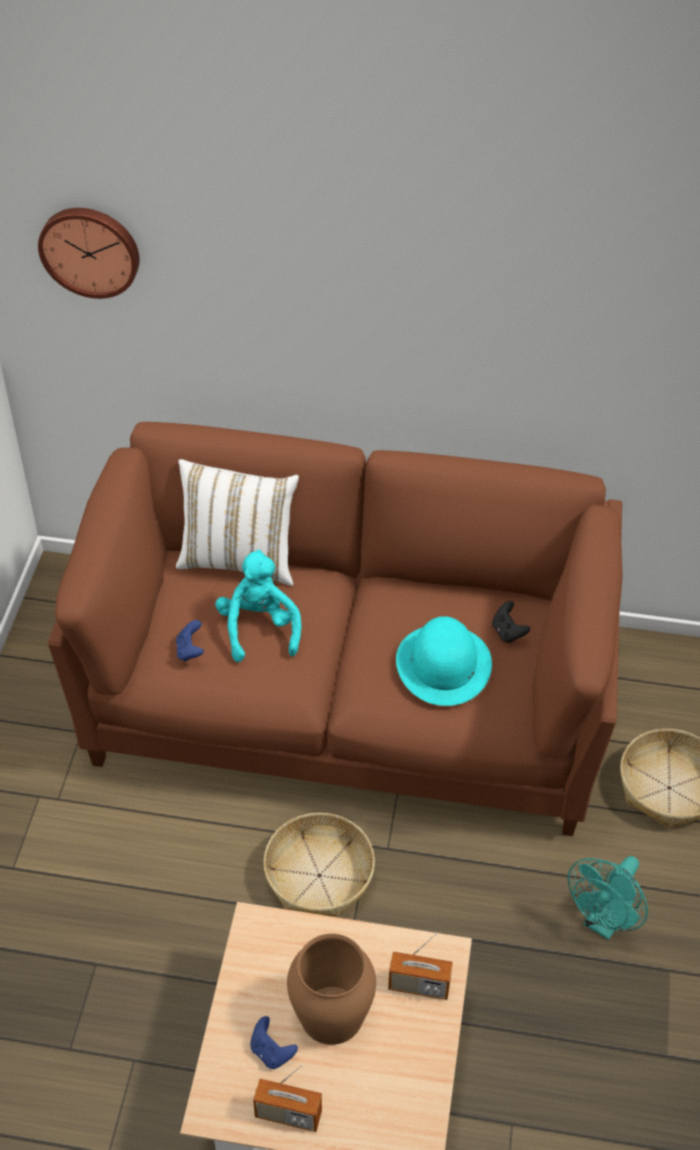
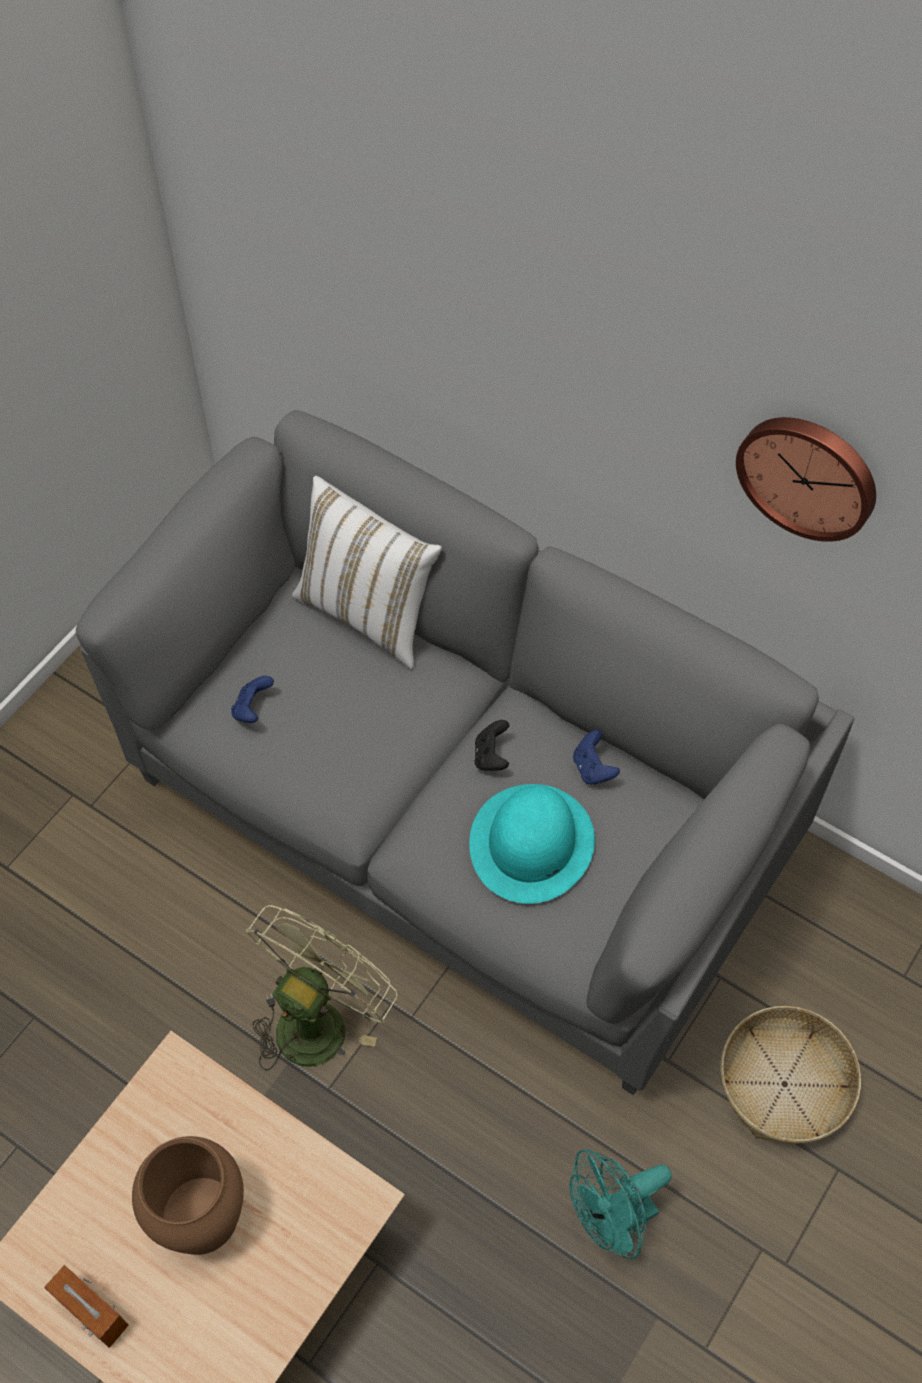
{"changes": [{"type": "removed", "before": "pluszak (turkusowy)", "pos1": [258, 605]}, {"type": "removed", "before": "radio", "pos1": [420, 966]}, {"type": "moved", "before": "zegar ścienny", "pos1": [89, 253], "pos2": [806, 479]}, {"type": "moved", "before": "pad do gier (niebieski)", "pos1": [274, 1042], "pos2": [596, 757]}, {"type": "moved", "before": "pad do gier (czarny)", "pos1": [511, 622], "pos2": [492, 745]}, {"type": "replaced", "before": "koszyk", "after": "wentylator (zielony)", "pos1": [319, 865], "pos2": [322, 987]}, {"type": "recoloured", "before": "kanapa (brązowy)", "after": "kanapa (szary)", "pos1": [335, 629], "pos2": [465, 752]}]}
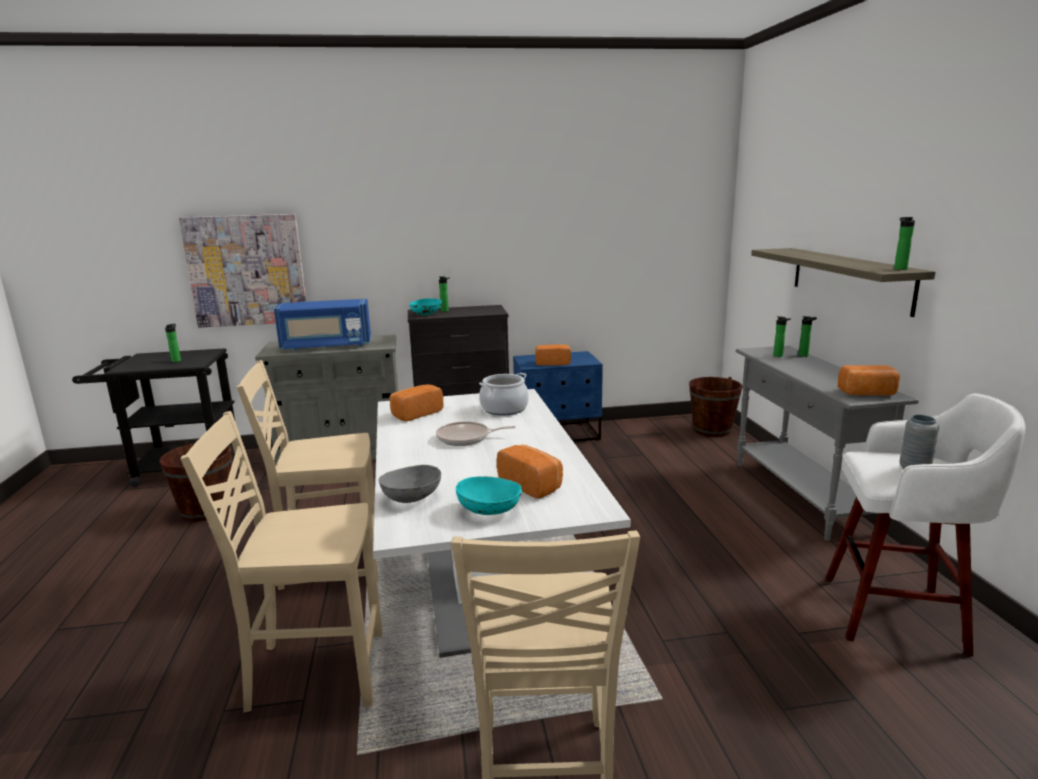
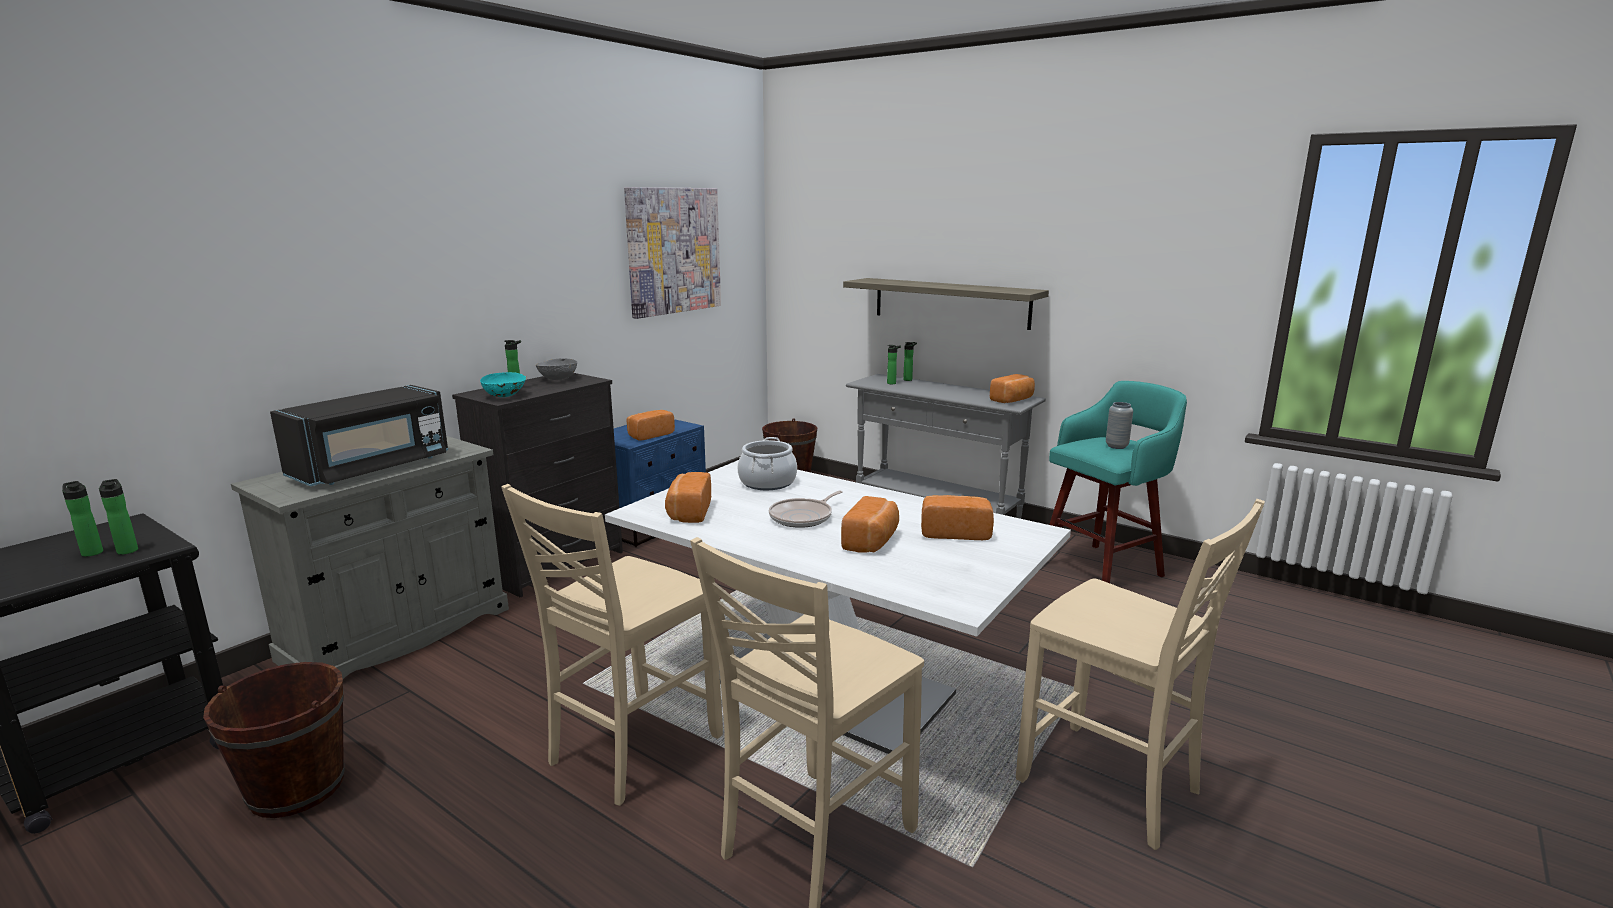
{"changes": [{"type": "removed", "before": "miska (turkusowy)", "pos1": [489, 495]}, {"type": "added", "after": "chleb", "pos2": [870, 524]}, {"type": "moved", "before": "obraz", "pos1": [243, 271], "pos2": [672, 253]}, {"type": "moved", "before": "miska (szary)", "pos1": [409, 484], "pos2": [556, 369]}, {"type": "moved", "before": "butelka", "pos1": [904, 243], "pos2": [118, 517]}, {"type": "recoloured", "before": "mikrofalówka (niebieski)", "after": "mikrofalówka (czarny)", "pos1": [322, 325], "pos2": [359, 436]}, {"type": "recoloured", "before": "stołek (biały)", "after": "stołek (turkusowy)", "pos1": [925, 525], "pos2": [1118, 482]}]}
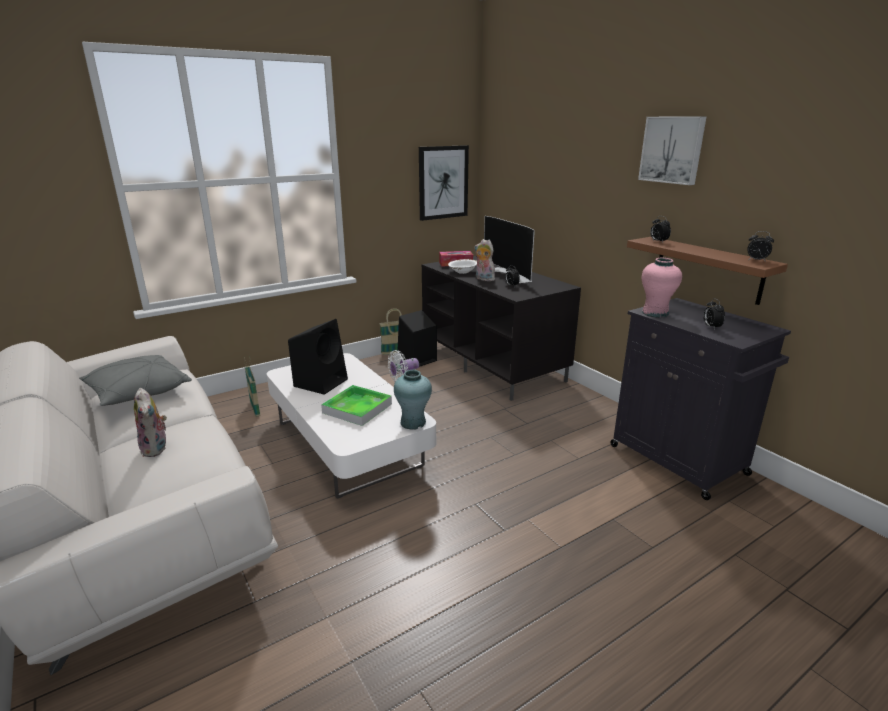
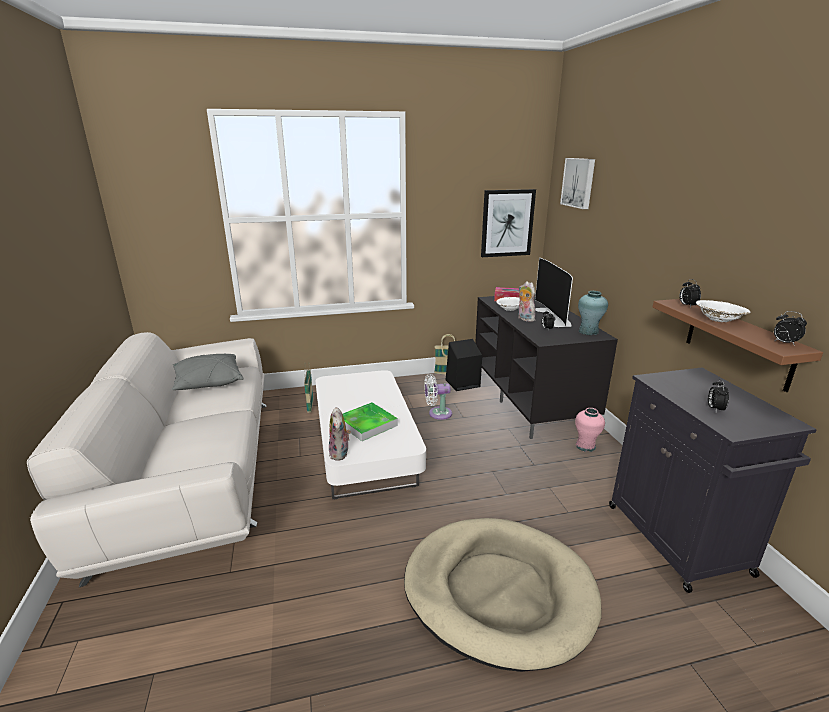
{"changes": [{"type": "removed", "before": "głośnik (czarny)", "pos1": [318, 357]}, {"type": "added", "after": "legowisko (beżowy)", "pos2": [503, 595]}, {"type": "added", "after": "miska (biały)", "pos2": [723, 311]}, {"type": "moved", "before": "pluszak", "pos1": [150, 422], "pos2": [340, 434]}, {"type": "moved", "before": "wazon (turkusowy)", "pos1": [413, 399], "pos2": [593, 313]}, {"type": "moved", "before": "obraz", "pos1": [672, 151], "pos2": [577, 183]}, {"type": "moved", "before": "wazon (różowy)", "pos1": [662, 288], "pos2": [590, 430]}]}
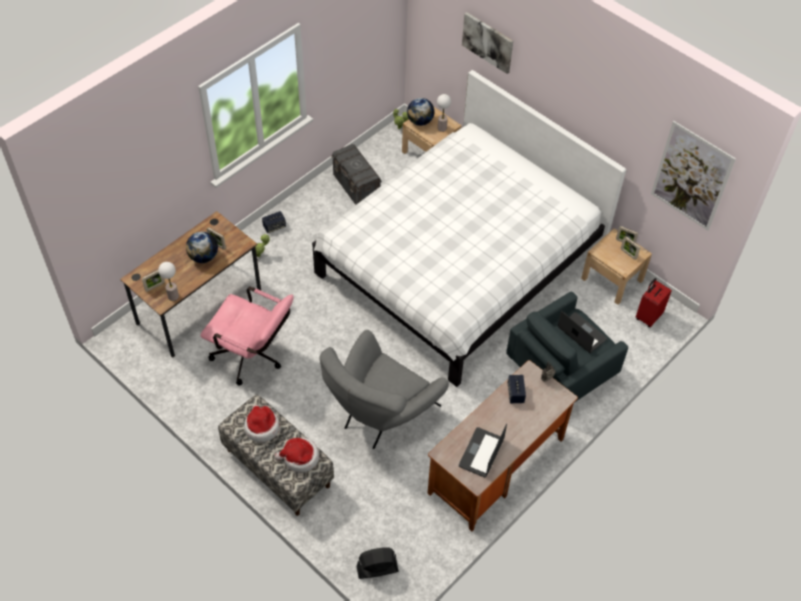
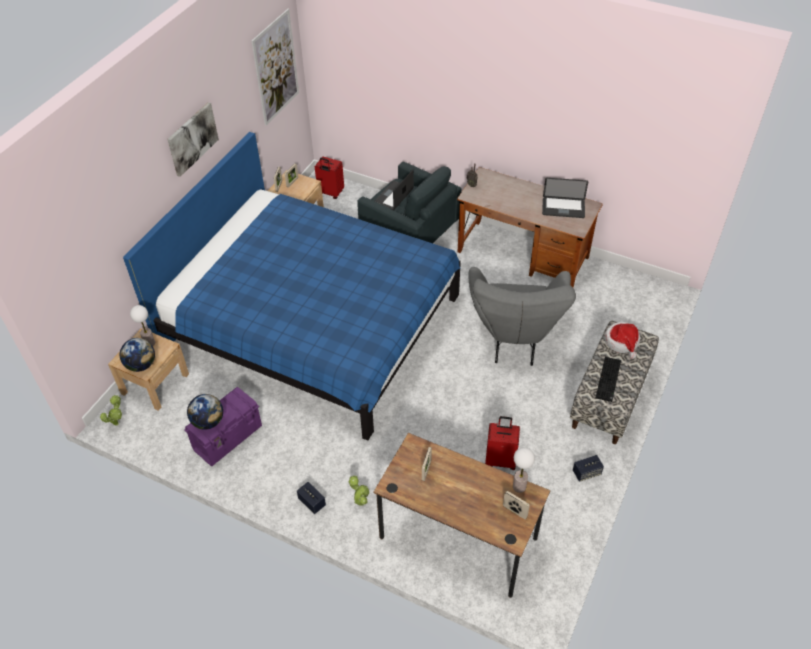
{"changes": [{"type": "removed", "before": "wentylator (czarny)", "pos1": [377, 563]}, {"type": "moved", "before": "globus", "pos1": [202, 247], "pos2": [205, 412]}, {"type": "moved", "before": "obraz", "pos1": [487, 43], "pos2": [193, 139]}, {"type": "moved", "before": "głośnik", "pos1": [517, 389], "pos2": [588, 468]}, {"type": "replaced", "before": "krzesło biurowe (różowy)", "after": "walizka (czerwony)", "pos1": [247, 336], "pos2": [502, 443]}, {"type": "replaced", "before": "kapelusz", "after": "klawiatura", "pos1": [262, 423], "pos2": [608, 379]}, {"type": "recoloured", "before": "łóżko (biały)", "after": "łóżko (niebieski)", "pos1": [469, 228], "pos2": [292, 286]}, {"type": "recoloured", "before": "pojemnik do przechowywania (szary)", "after": "pojemnik do przechowywania (fioletowy)", "pos1": [356, 174], "pos2": [223, 426]}, {"type": "turned", "before": "fotel (szary)", "pos1": [384, 389], "pos2": [522, 316], "turn": 75}]}
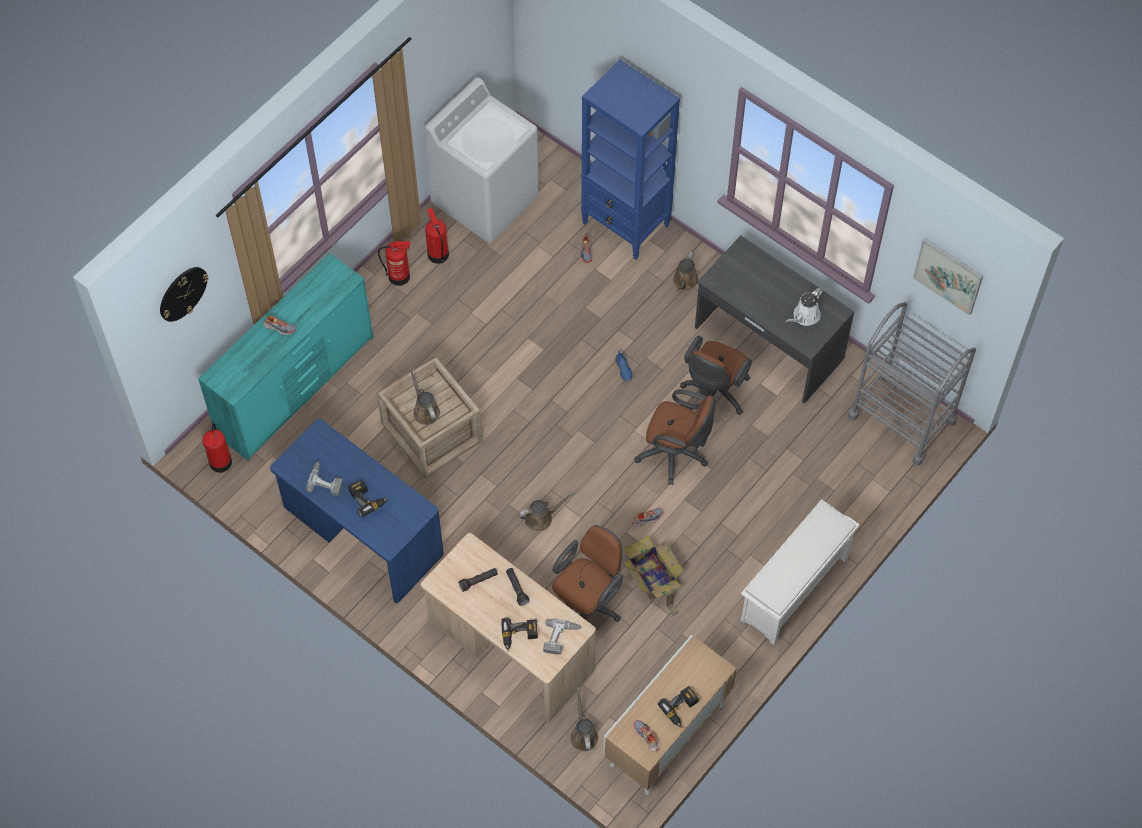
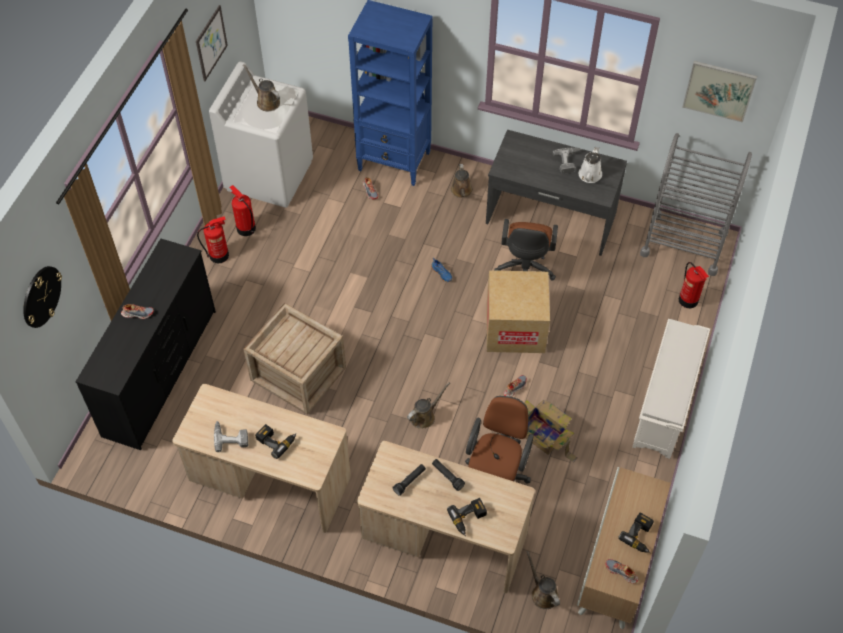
{"changes": [{"type": "added", "after": "obraz", "pos2": [212, 43]}, {"type": "moved", "before": "gaśnica", "pos1": [217, 448], "pos2": [694, 285]}, {"type": "moved", "before": "konewka (brązowy)", "pos1": [424, 395], "pos2": [261, 87]}, {"type": "moved", "before": "wiertarka", "pos1": [562, 637], "pos2": [567, 161]}, {"type": "replaced", "before": "krzesło biurowe (brązowy)", "after": "karton", "pos1": [674, 437], "pos2": [518, 311]}, {"type": "recoloured", "before": "komoda (turkusowy)", "after": "komoda (czarny)", "pos1": [285, 357], "pos2": [146, 344]}, {"type": "recoloured", "before": "biurko (niebieski)", "after": "biurko (beżowy)", "pos1": [357, 511], "pos2": [261, 458]}]}
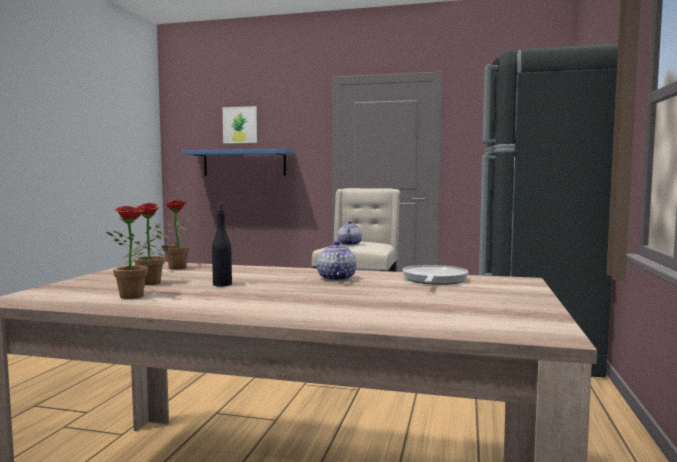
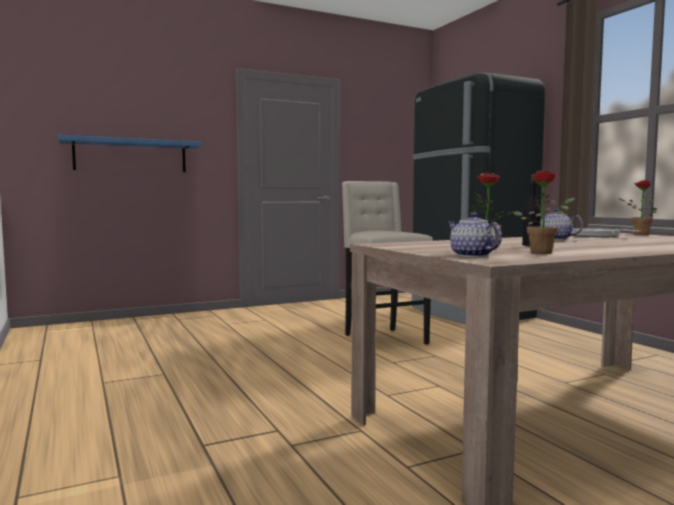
{"changes": [{"type": "removed", "before": "obraz", "pos1": [240, 125]}, {"type": "moved", "before": "roślina doniczkowa", "pos1": [173, 234], "pos2": [637, 207]}, {"type": "moved", "before": "imbryk", "pos1": [350, 233], "pos2": [475, 235]}]}
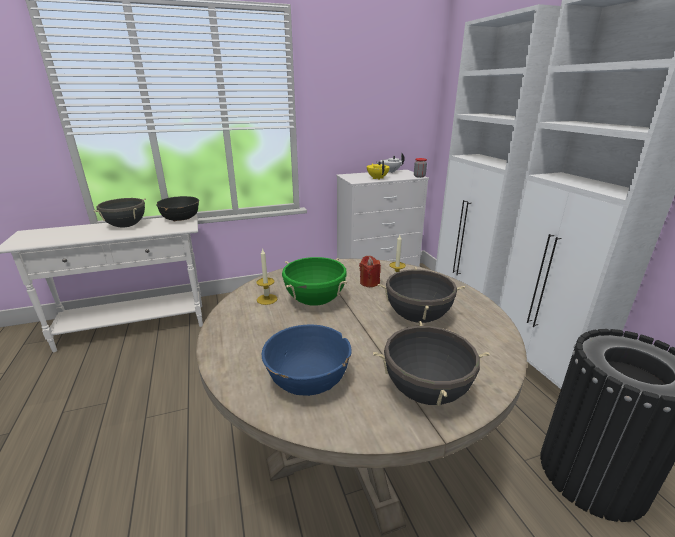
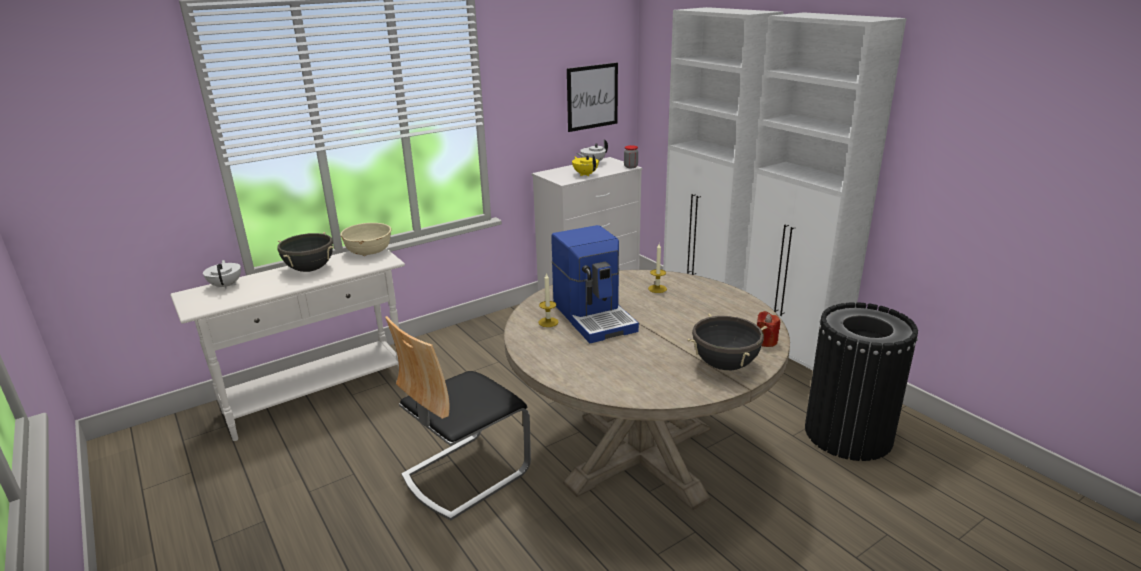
{"changes": [{"type": "removed", "before": "miska (niebieski)", "pos1": [307, 360]}, {"type": "removed", "before": "garnek (czarny)", "pos1": [421, 295]}, {"type": "added", "after": "imbryk (biały)", "pos2": [222, 274]}, {"type": "added", "after": "krzesło", "pos2": [458, 418]}, {"type": "added", "after": "obraz", "pos2": [592, 97]}, {"type": "moved", "before": "świeca (czerwony)", "pos1": [370, 271], "pos2": [768, 329]}, {"type": "replaced", "before": "garnek (zielony)", "after": "ekspres do kawy", "pos1": [315, 281], "pos2": [595, 284]}, {"type": "recoloured", "before": "miska (czarny)", "after": "miska (beżowy)", "pos1": [177, 209], "pos2": [365, 239]}]}
